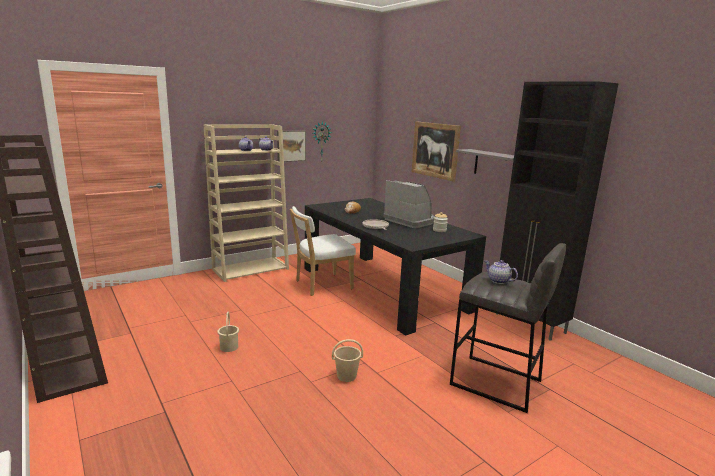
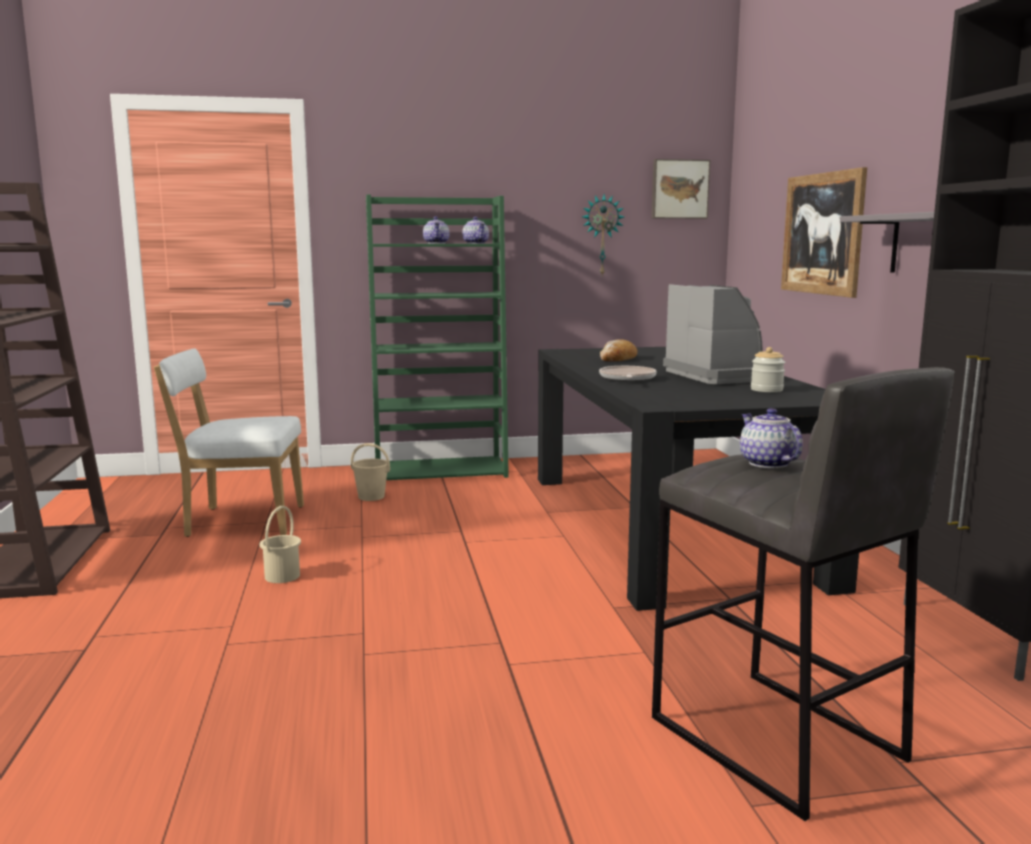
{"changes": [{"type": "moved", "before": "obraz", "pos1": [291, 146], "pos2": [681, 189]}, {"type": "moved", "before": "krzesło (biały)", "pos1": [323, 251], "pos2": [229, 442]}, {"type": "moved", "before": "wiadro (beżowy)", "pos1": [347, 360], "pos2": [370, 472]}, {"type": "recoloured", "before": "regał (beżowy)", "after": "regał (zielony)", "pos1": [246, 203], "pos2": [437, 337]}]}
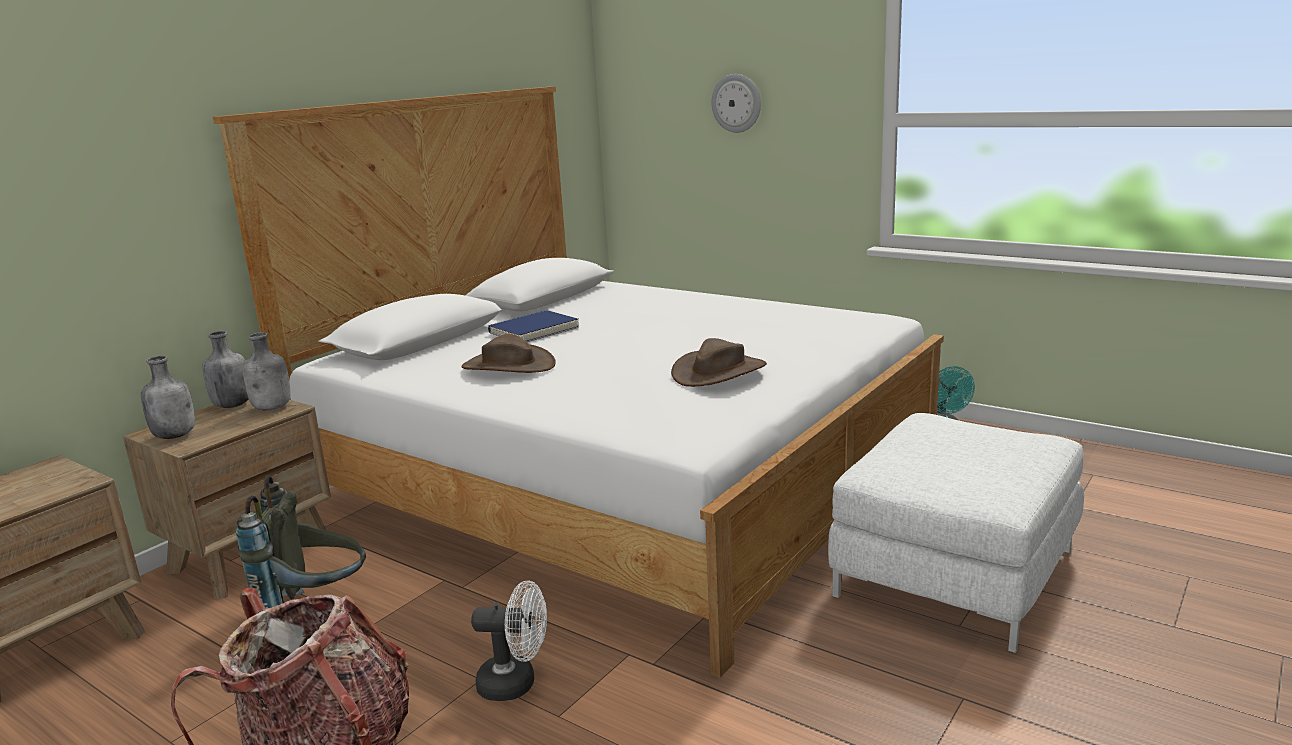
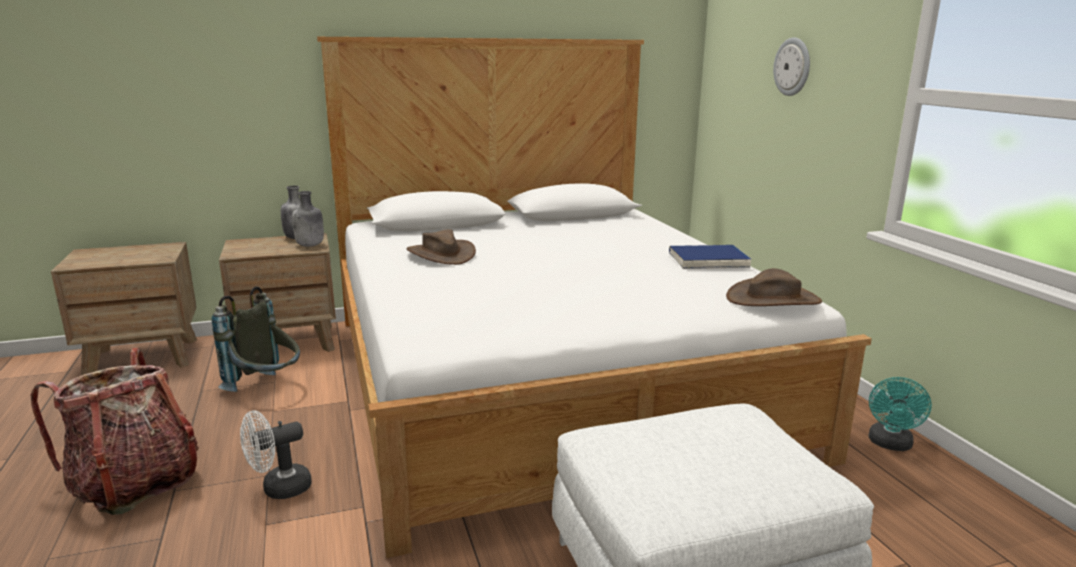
{"changes": [{"type": "removed", "before": "butelka (szary)", "pos1": [168, 397]}, {"type": "moved", "before": "książka (niebieski)", "pos1": [533, 326], "pos2": [710, 257]}, {"type": "moved", "before": "kapelusz (brązowy)", "pos1": [719, 362], "pos2": [774, 287]}, {"type": "turned", "before": "wentylator (biały)", "pos1": [509, 640], "pos2": [276, 454], "turn": 105}]}
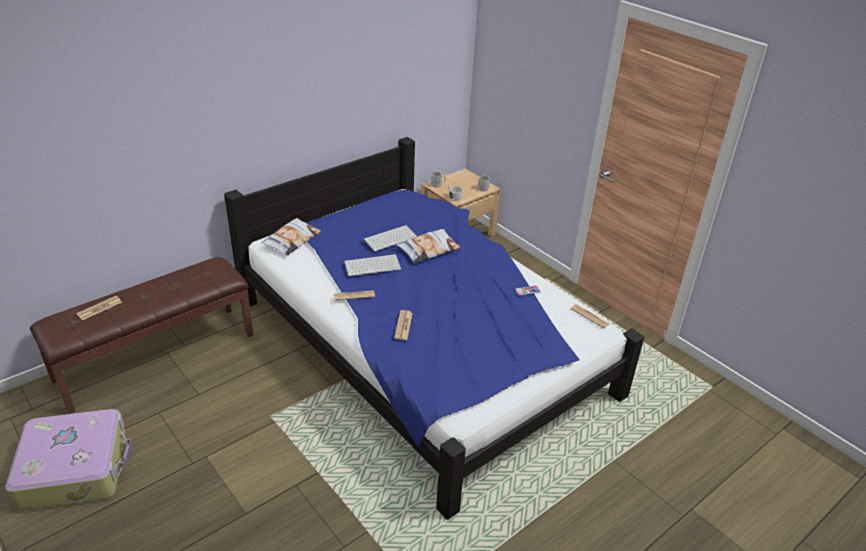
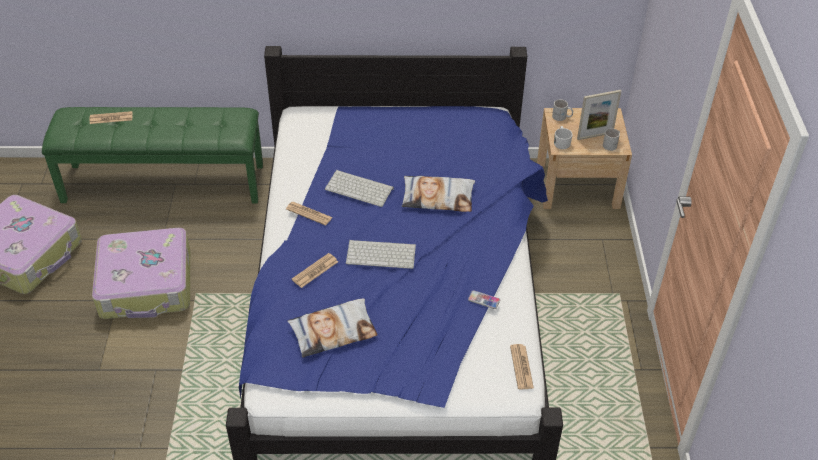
{"changes": [{"type": "added", "after": "walizka", "pos2": [141, 273]}, {"type": "added", "after": "ramka na zdjęcie", "pos2": [599, 115]}, {"type": "moved", "before": "poduszka", "pos1": [291, 237], "pos2": [332, 327]}, {"type": "moved", "before": "klawiatura", "pos1": [390, 238], "pos2": [381, 254]}, {"type": "recoloured", "before": "ławka (brązowy)", "after": "ławka (zielony)", "pos1": [141, 335], "pos2": [152, 155]}]}
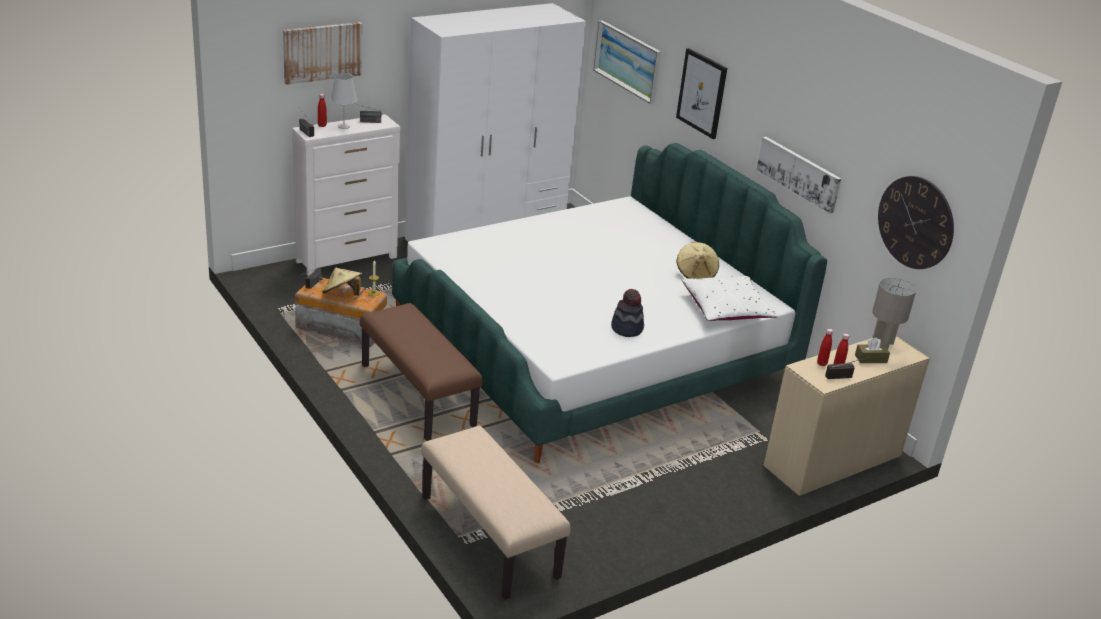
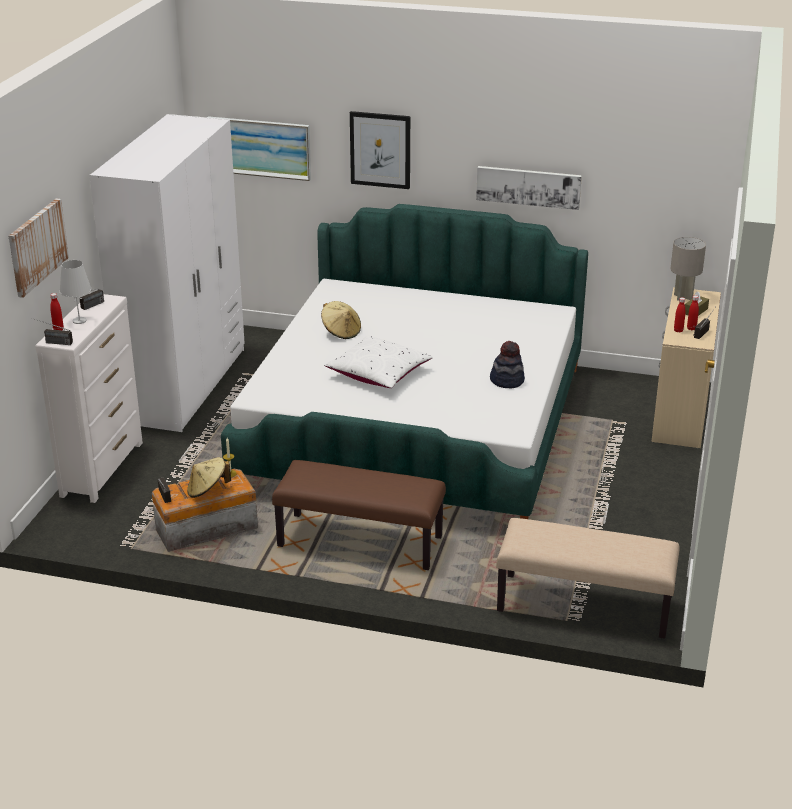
{"changes": [{"type": "removed", "before": "zegar ścienny", "pos1": [916, 222]}, {"type": "moved", "before": "kapelusz (beżowy)", "pos1": [697, 260], "pos2": [341, 320]}, {"type": "moved", "before": "poduszka (biały)", "pos1": [730, 298], "pos2": [378, 362]}]}
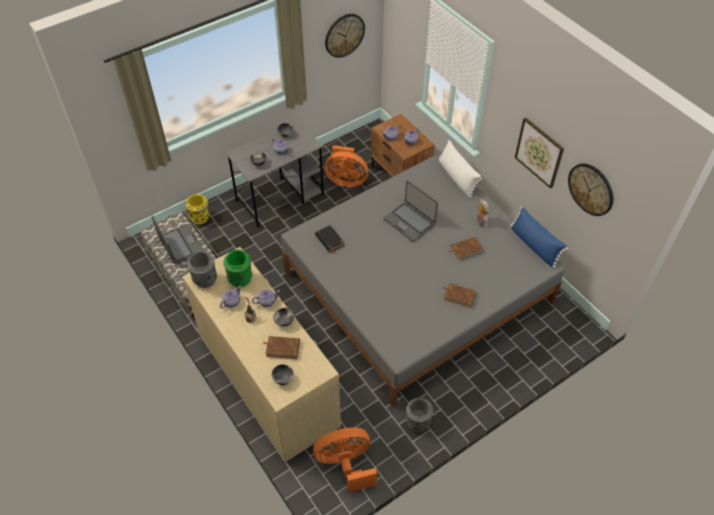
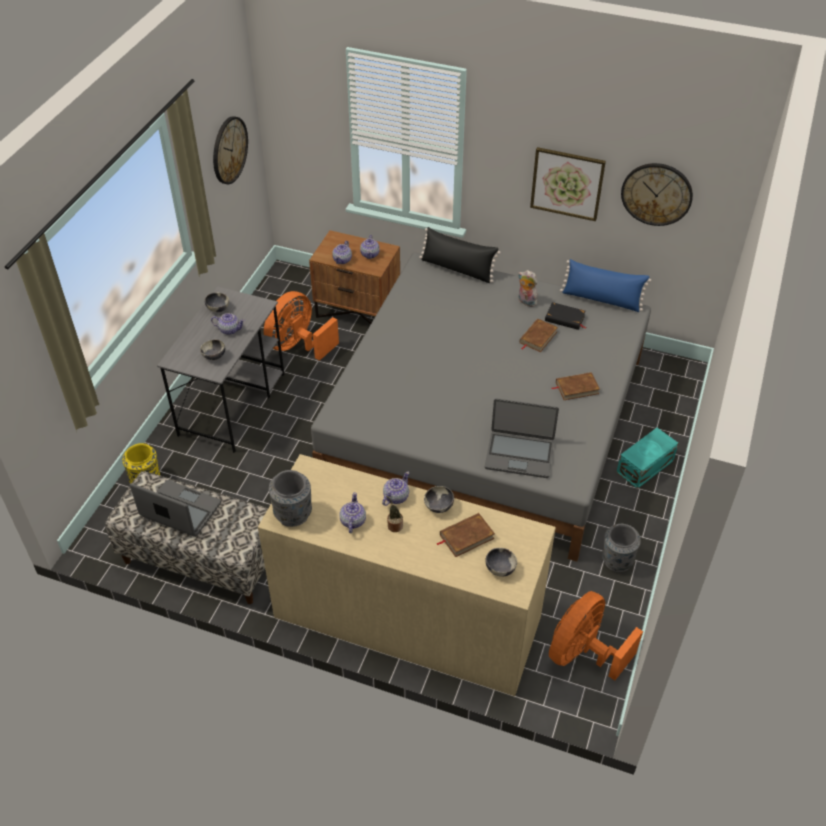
{"changes": [{"type": "removed", "before": "wazon (zielony)", "pos1": [237, 269]}, {"type": "added", "after": "pojemnik do przechowywania (turkusowy)", "pos2": [647, 458]}, {"type": "moved", "before": "książka (czarny)", "pos1": [329, 239], "pos2": [565, 316]}, {"type": "moved", "before": "laptop", "pos1": [411, 211], "pos2": [522, 438]}, {"type": "recoloured", "before": "poduszka (biały)", "after": "poduszka (czarny)", "pos1": [460, 169], "pos2": [460, 255]}, {"type": "turned", "before": "wentylator (pomarańczowy)", "pos1": [346, 166], "pos2": [301, 326], "turn": 150}]}
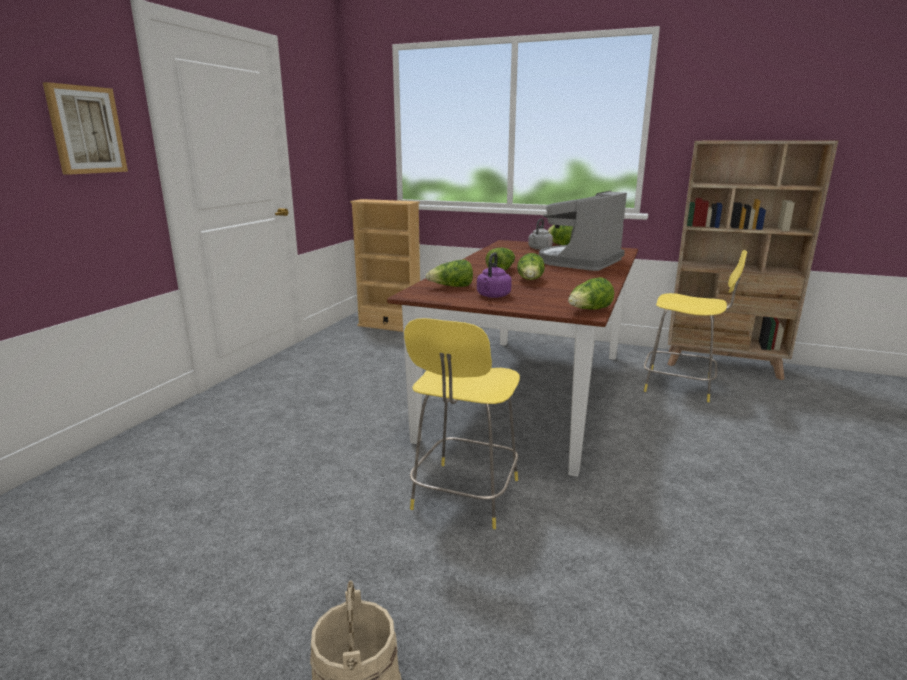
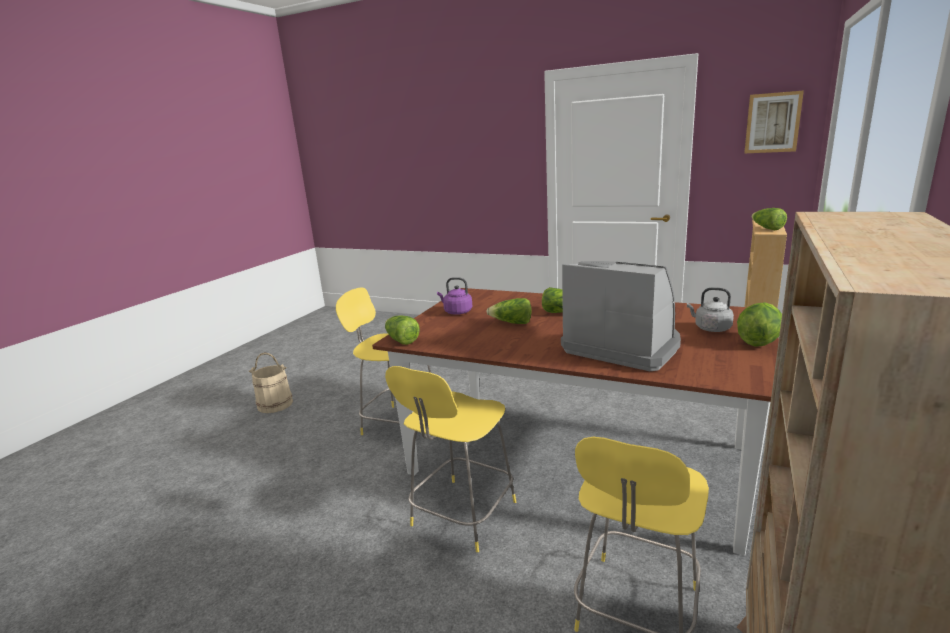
{"changes": [{"type": "added", "after": "stołek (żółty)", "pos2": [450, 459]}, {"type": "moved", "before": "obraz", "pos1": [85, 128], "pos2": [774, 121]}, {"type": "moved", "before": "sałata", "pos1": [449, 273], "pos2": [769, 219]}]}
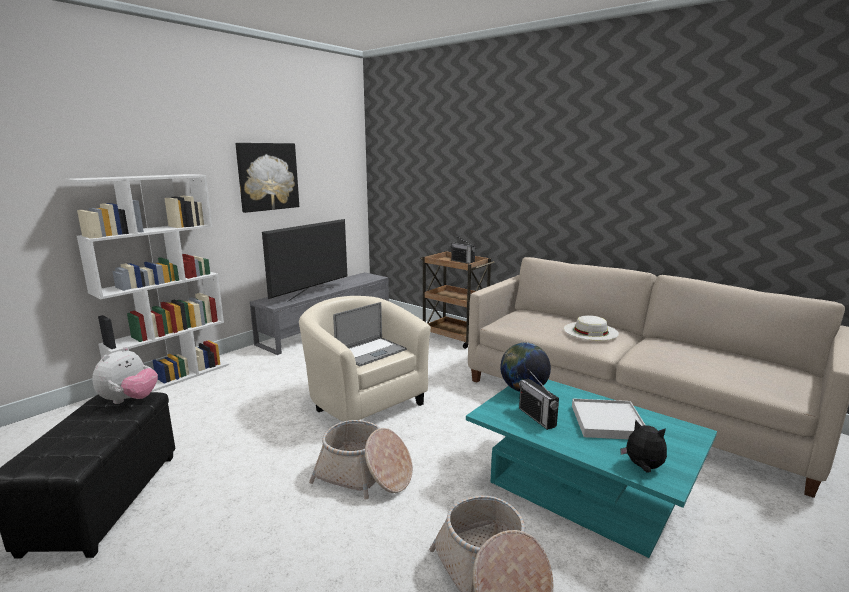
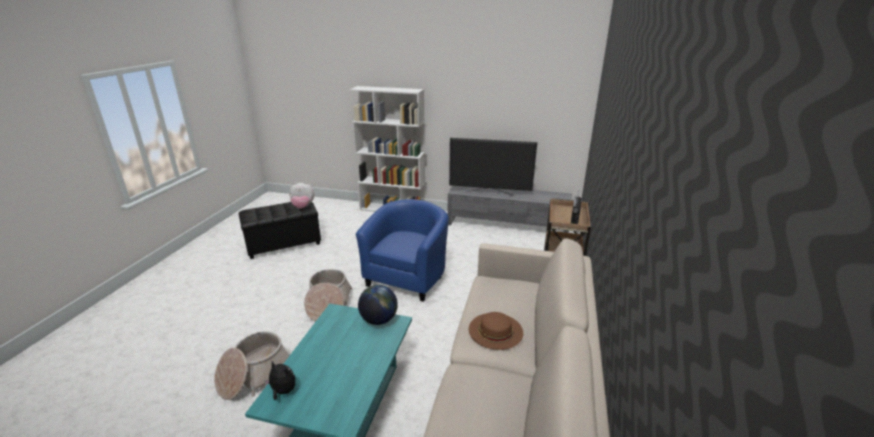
{"changes": [{"type": "removed", "before": "obraz", "pos1": [267, 178]}, {"type": "removed", "before": "laptop", "pos1": [370, 334]}, {"type": "removed", "before": "radio", "pos1": [539, 399]}, {"type": "removed", "before": "taca (biały)", "pos1": [608, 418]}, {"type": "recoloured", "before": "fotel (beżowy)", "after": "fotel (niebieski)", "pos1": [365, 359], "pos2": [402, 250]}, {"type": "recoloured", "before": "kapelusz (biały)", "after": "kapelusz (brązowy)", "pos1": [591, 328], "pos2": [496, 331]}, {"type": "turned", "before": "pluszak", "pos1": [643, 446], "pos2": [280, 380], "turn": -75}]}
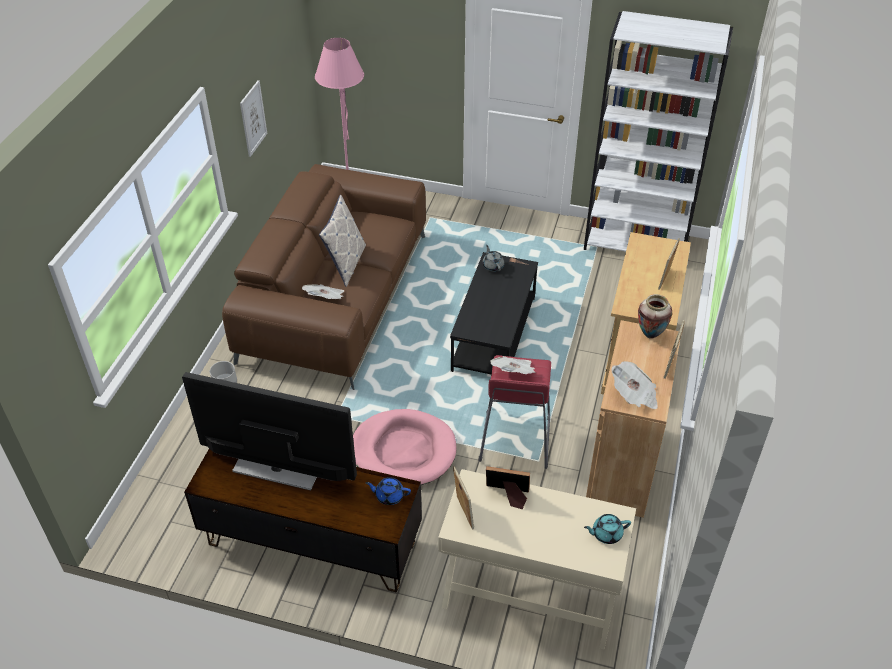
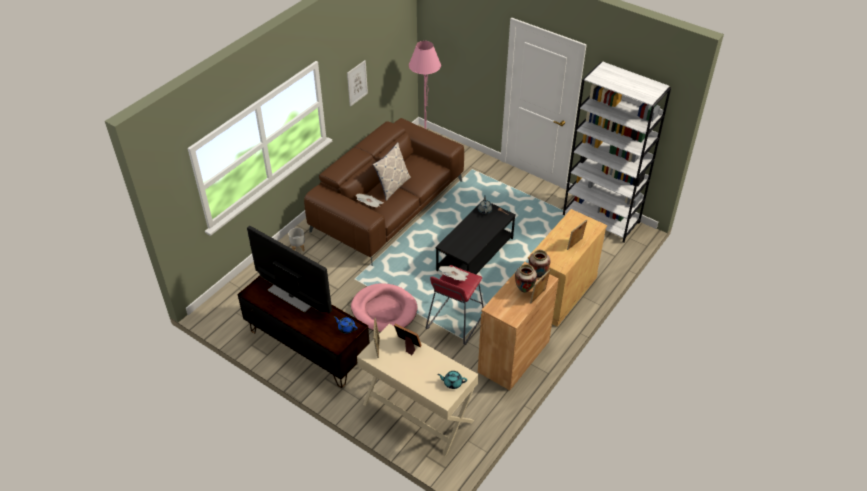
{"changes": [{"type": "removed", "before": "gazeta", "pos1": [634, 385]}, {"type": "added", "after": "wazon", "pos2": [526, 278]}]}
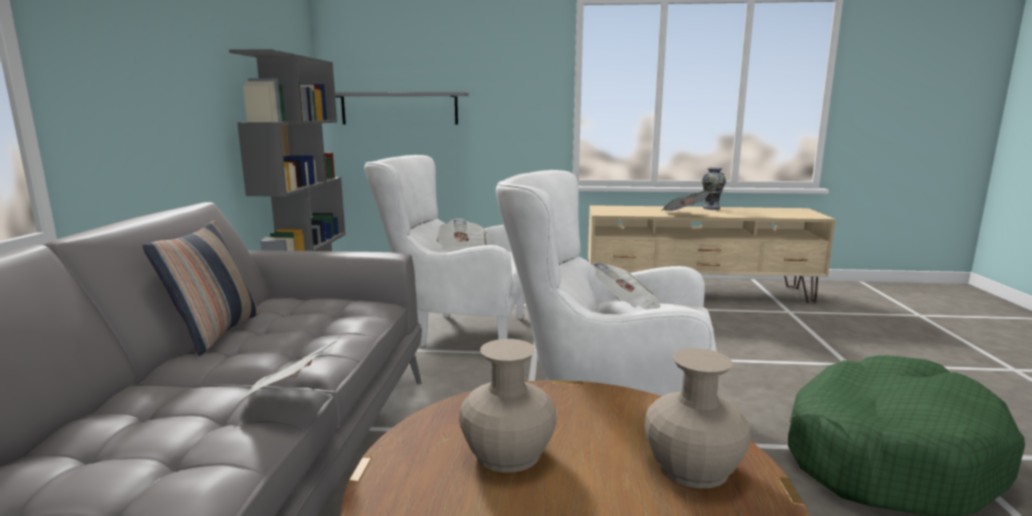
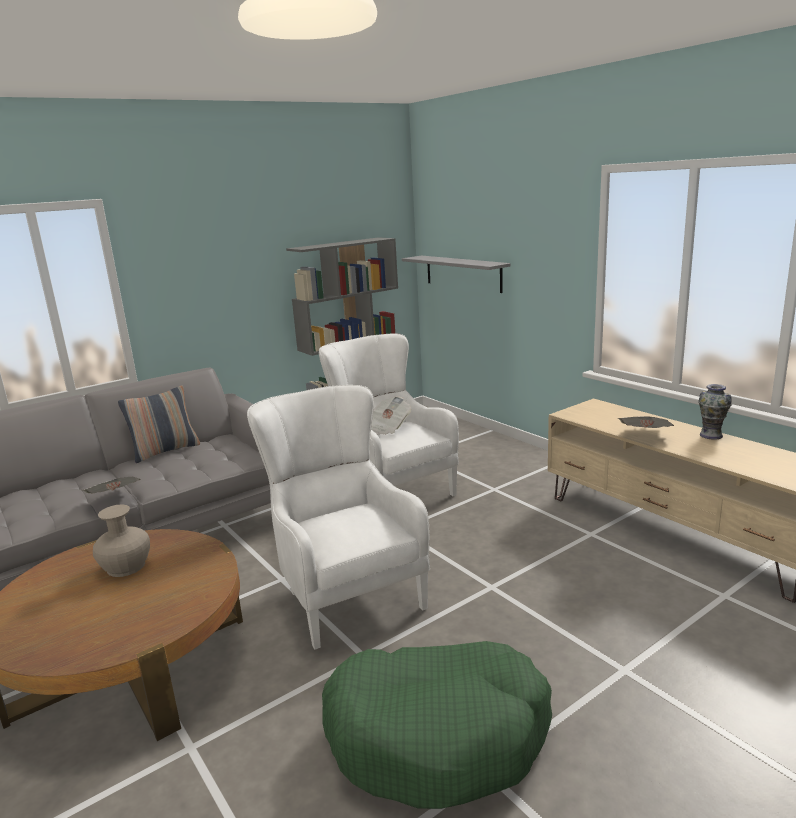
{"changes": [{"type": "removed", "before": "gazeta", "pos1": [626, 286]}, {"type": "removed", "before": "wazon (beżowy)", "pos1": [697, 418]}]}
